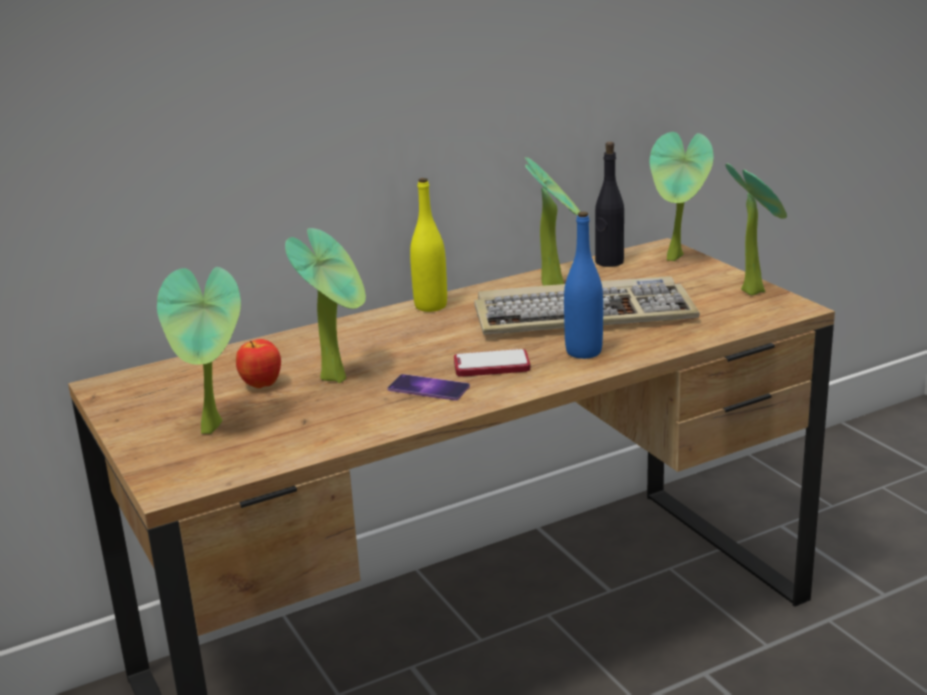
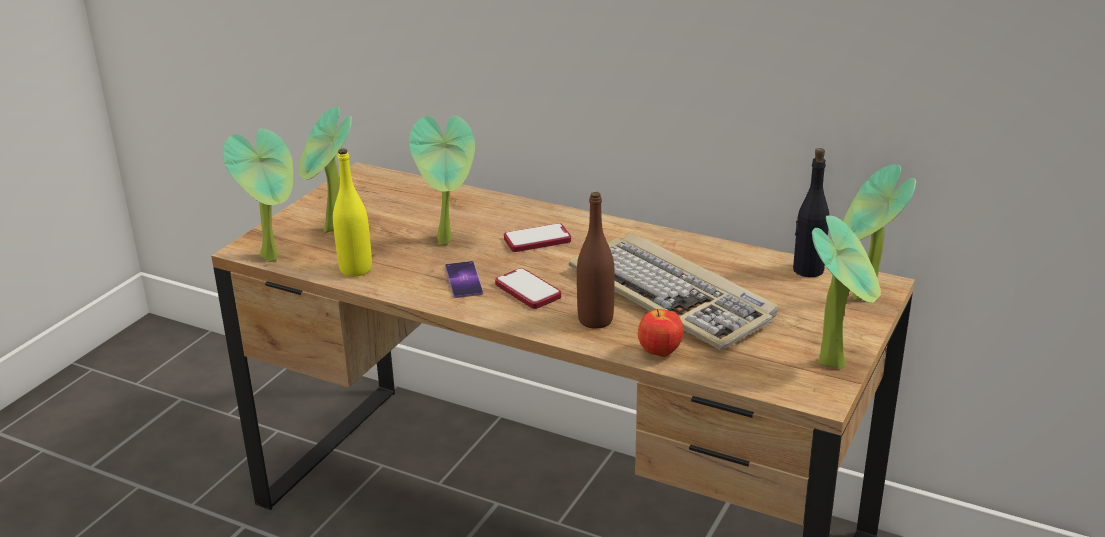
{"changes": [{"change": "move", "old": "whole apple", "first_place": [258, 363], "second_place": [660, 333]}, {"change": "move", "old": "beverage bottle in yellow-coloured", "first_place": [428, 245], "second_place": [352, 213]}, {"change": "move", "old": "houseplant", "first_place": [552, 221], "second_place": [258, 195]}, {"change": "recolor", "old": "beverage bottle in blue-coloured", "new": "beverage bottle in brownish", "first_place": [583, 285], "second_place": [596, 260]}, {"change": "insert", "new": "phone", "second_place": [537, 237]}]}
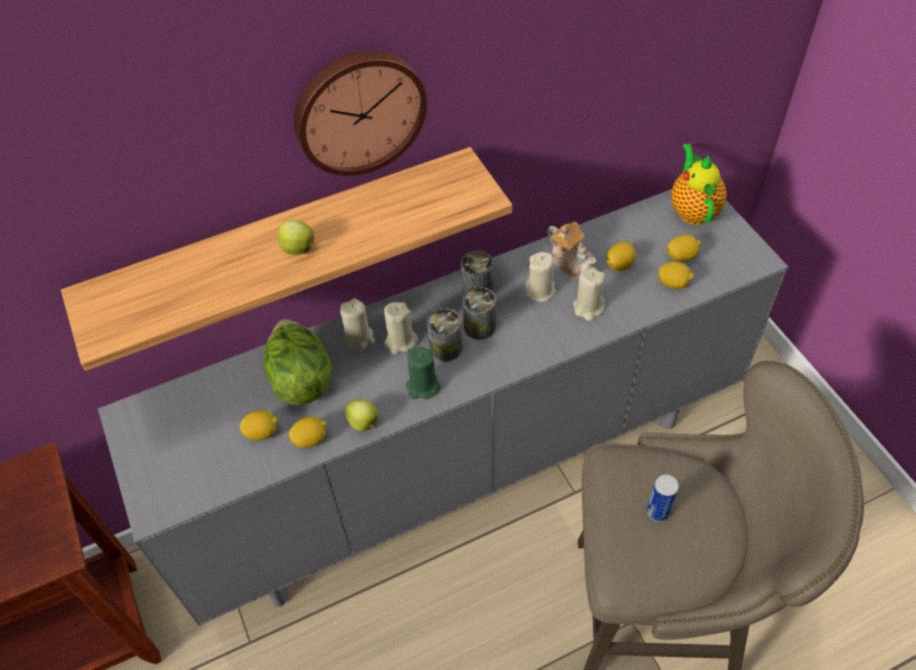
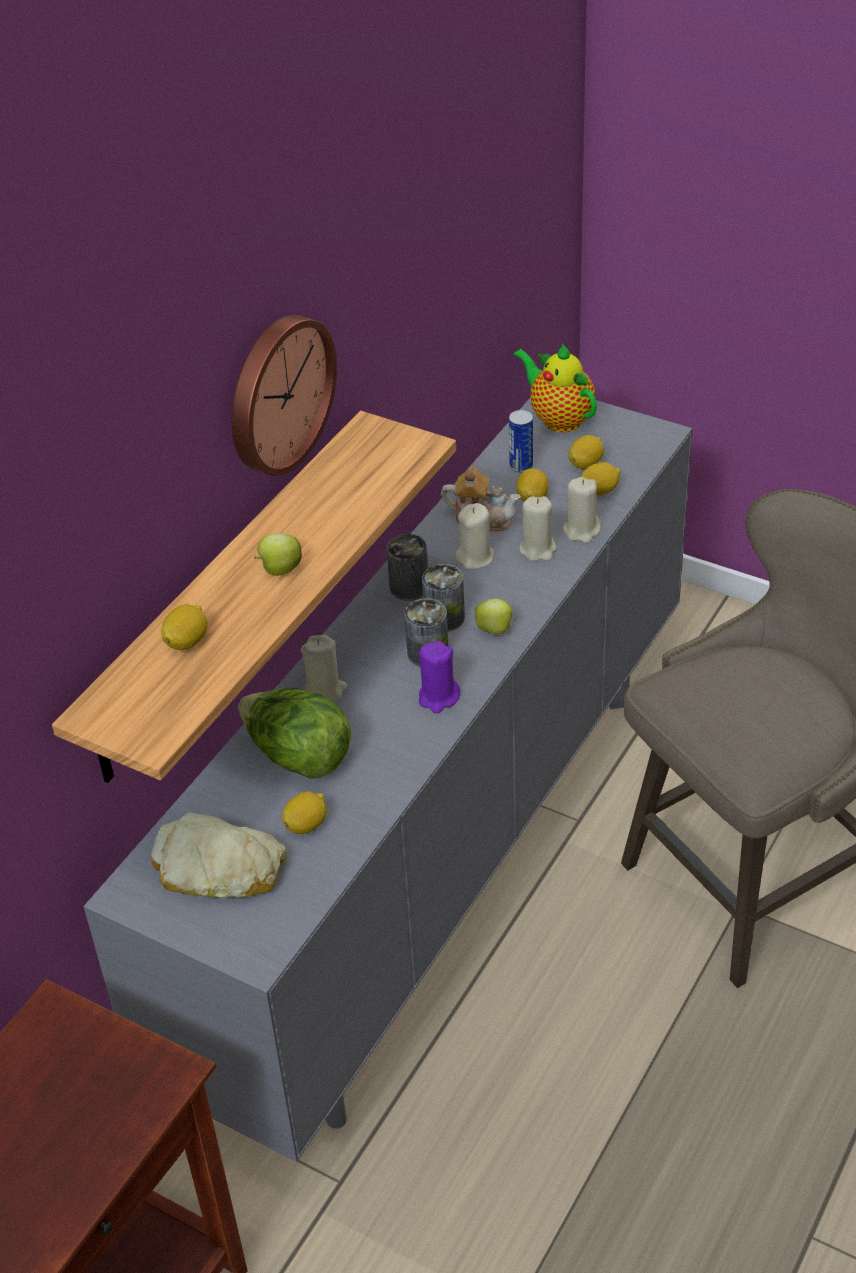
{"changes": [{"change": "move", "old": "lemon", "first_place": [307, 432], "second_place": [184, 627]}, {"change": "move", "old": "whole apple", "first_place": [361, 415], "second_place": [495, 616]}, {"change": "move", "old": "candle in beige", "first_place": [401, 328], "second_place": [582, 510]}, {"change": "recolor", "old": "candle in green-coloured", "new": "candle in purple", "first_place": [423, 373], "second_place": [439, 677]}, {"change": "move", "old": "sealed can", "first_place": [663, 498], "second_place": [521, 441]}, {"change": "insert", "new": "baked bread", "second_place": [219, 855]}]}
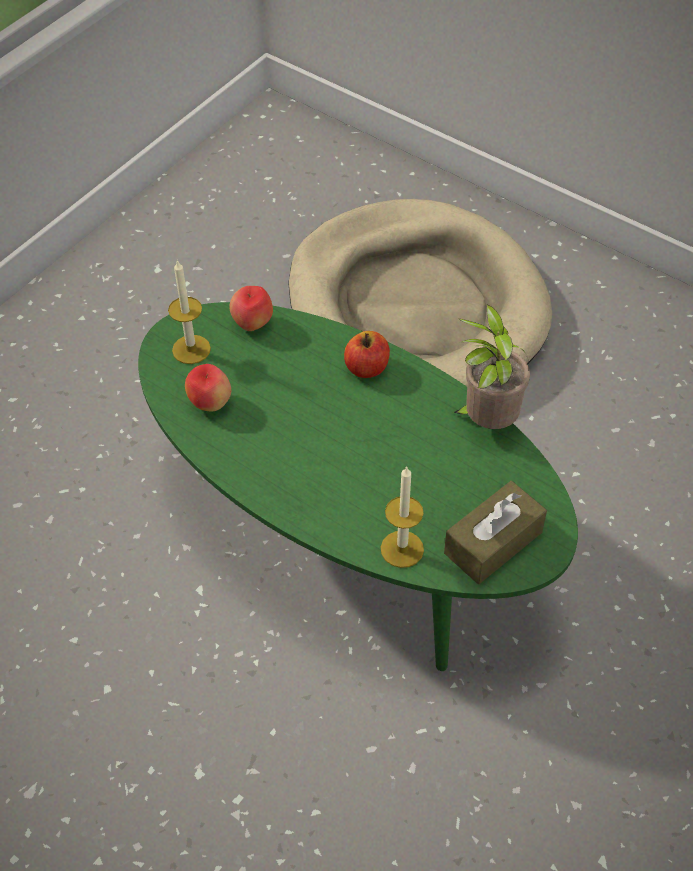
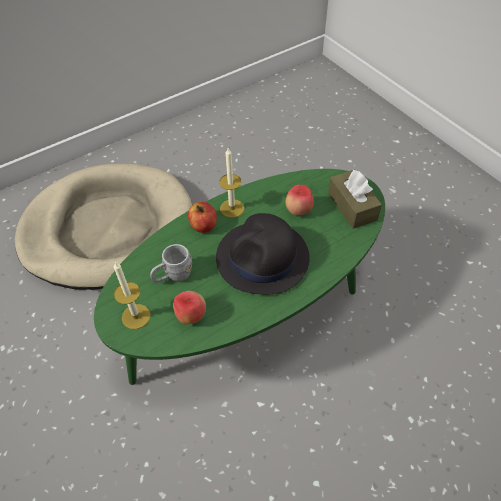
{"changes": [{"change": "move", "old": "whole apple", "first_place": [251, 308], "second_place": [299, 200]}, {"change": "move", "old": "candle", "first_place": [402, 517], "second_place": [231, 183]}, {"change": "delete", "old": "houseplant", "first_place": [491, 366]}, {"change": "insert", "new": "coffee mug in grey", "second_place": [171, 263]}, {"change": "insert", "new": "clothing hat in blackish", "second_place": [263, 253]}]}
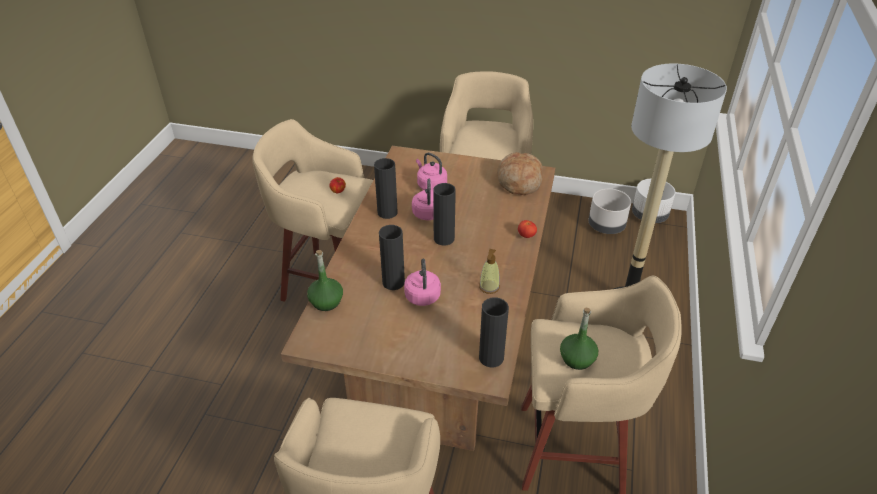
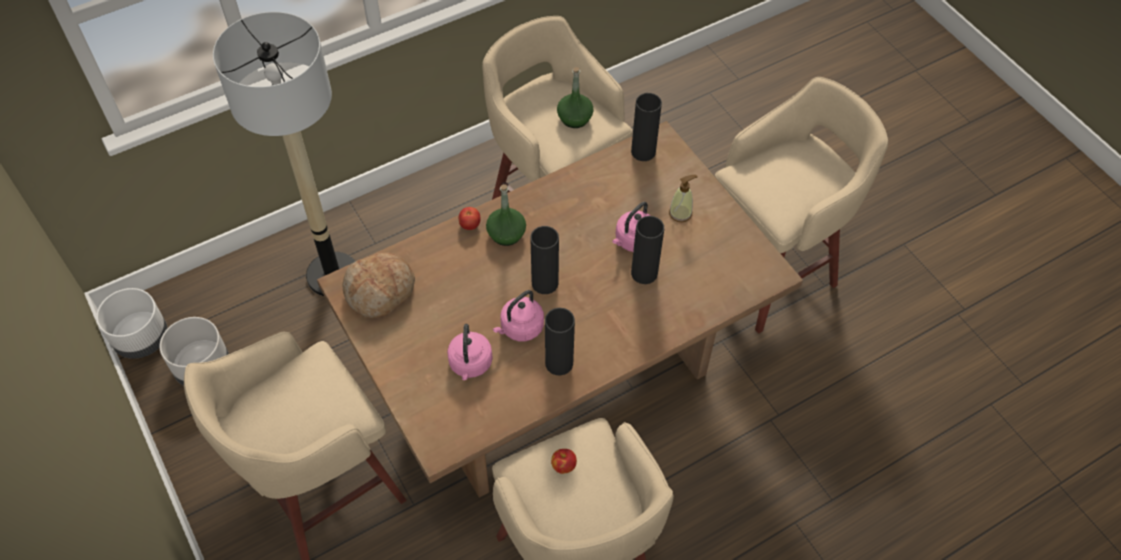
{"changes": [{"change": "move", "old": "beverage bottle in green-coloured", "first_place": [325, 280], "second_place": [506, 215]}, {"change": "move", "old": "soap bottle", "first_place": [489, 271], "second_place": [683, 198]}]}
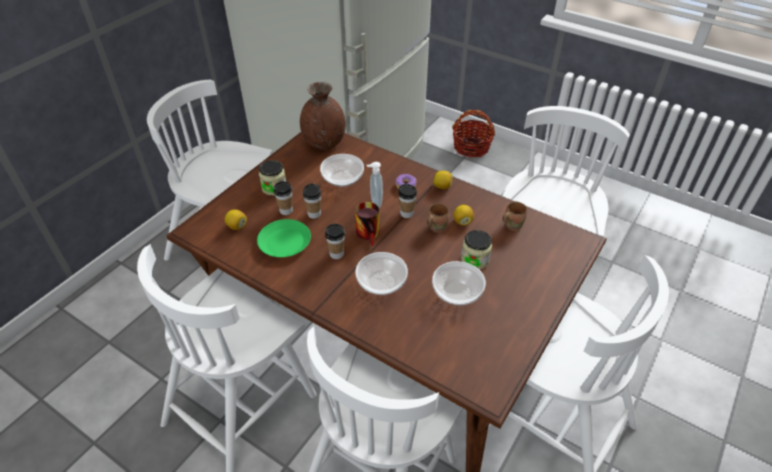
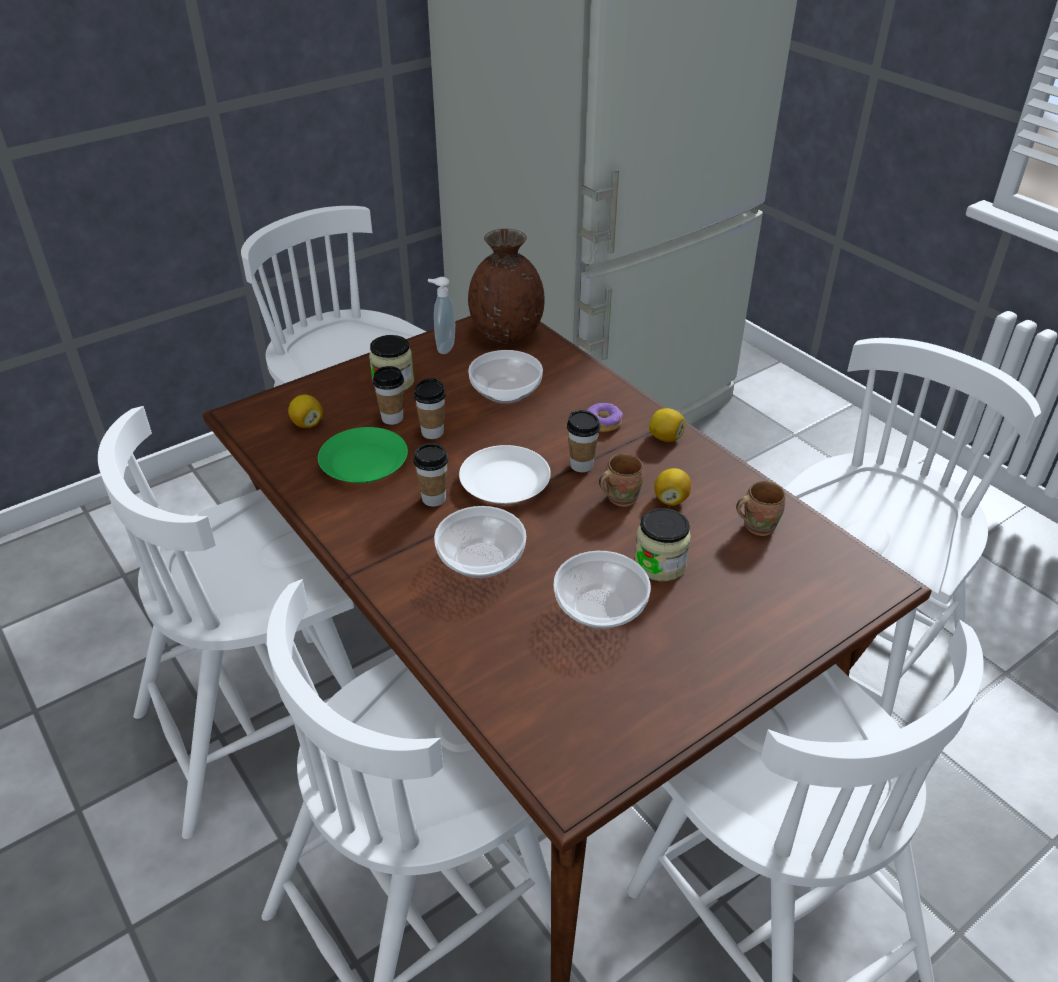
{"changes": [{"change": "replace", "old": "coffee mug", "new": "dinner plate in white-coloured", "first_place": [367, 224], "second_place": [505, 474]}, {"change": "move", "old": "soap bottle", "first_place": [375, 185], "second_place": [441, 315]}, {"change": "delete", "old": "storage basket", "first_place": [473, 134]}]}
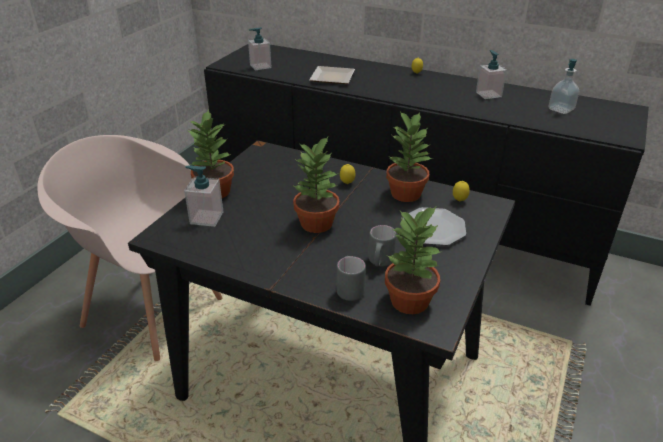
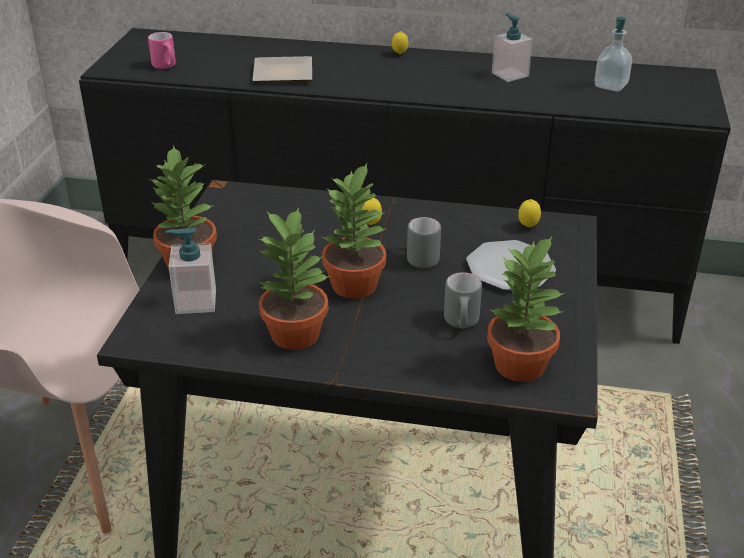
{"changes": [{"change": "replace", "old": "soap bottle", "new": "coffee mug in pinkish", "first_place": [260, 48], "second_place": [162, 50]}, {"change": "move", "old": "coffee mug in grey", "first_place": [351, 278], "second_place": [424, 242]}, {"change": "move", "old": "houseplant", "first_place": [409, 156], "second_place": [294, 278]}]}
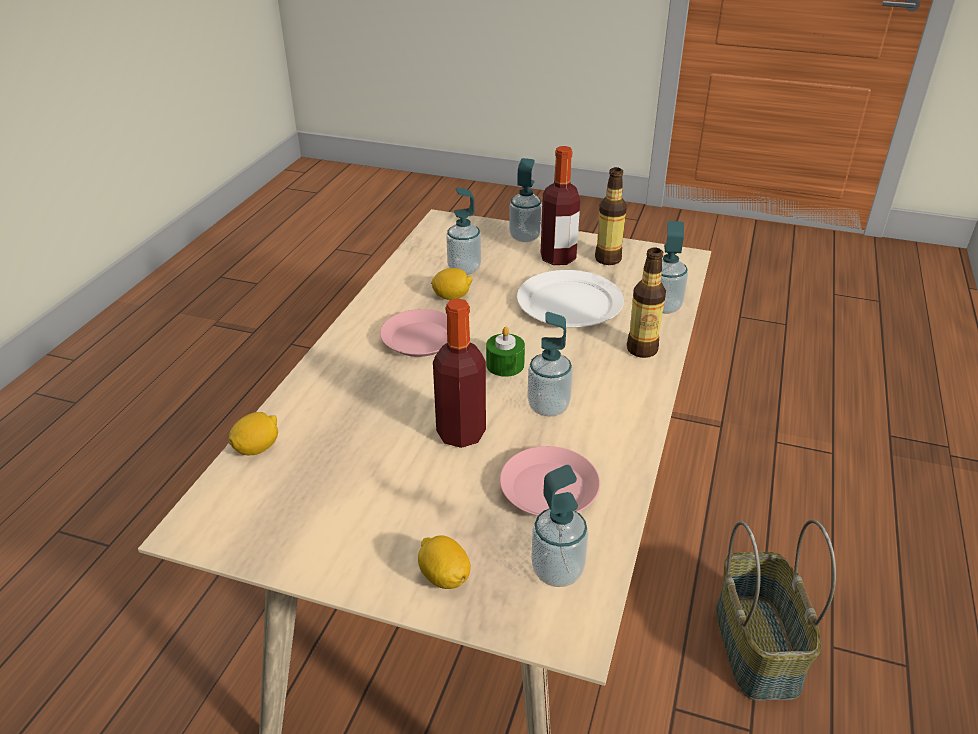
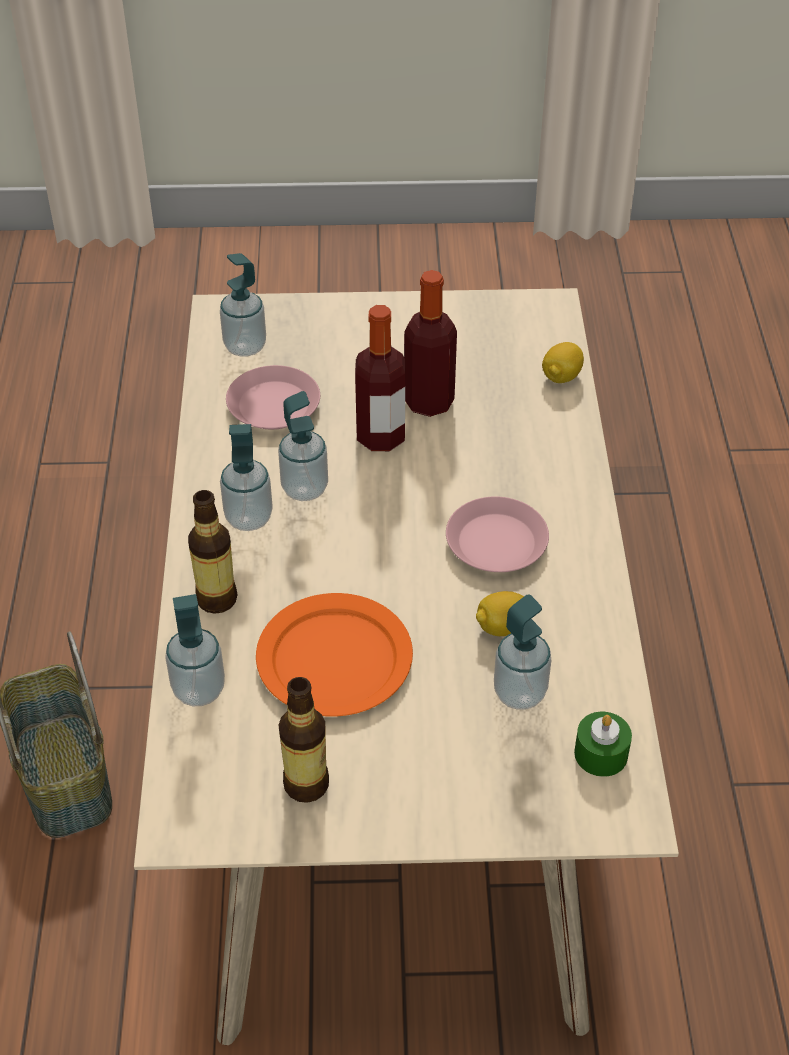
{"changes": [{"change": "delete", "old": "lemon", "first_place": [444, 562]}, {"change": "move", "old": "candle in green-coloured", "first_place": [505, 352], "second_place": [603, 744]}, {"change": "move", "old": "soap bottle", "first_place": [525, 200], "second_place": [246, 477]}, {"change": "recolor", "old": "dinner plate in white-coloured", "new": "dinner plate in orangey", "first_place": [570, 298], "second_place": [334, 655]}, {"change": "move", "old": "beverage bottle", "first_place": [560, 205], "second_place": [430, 343]}]}
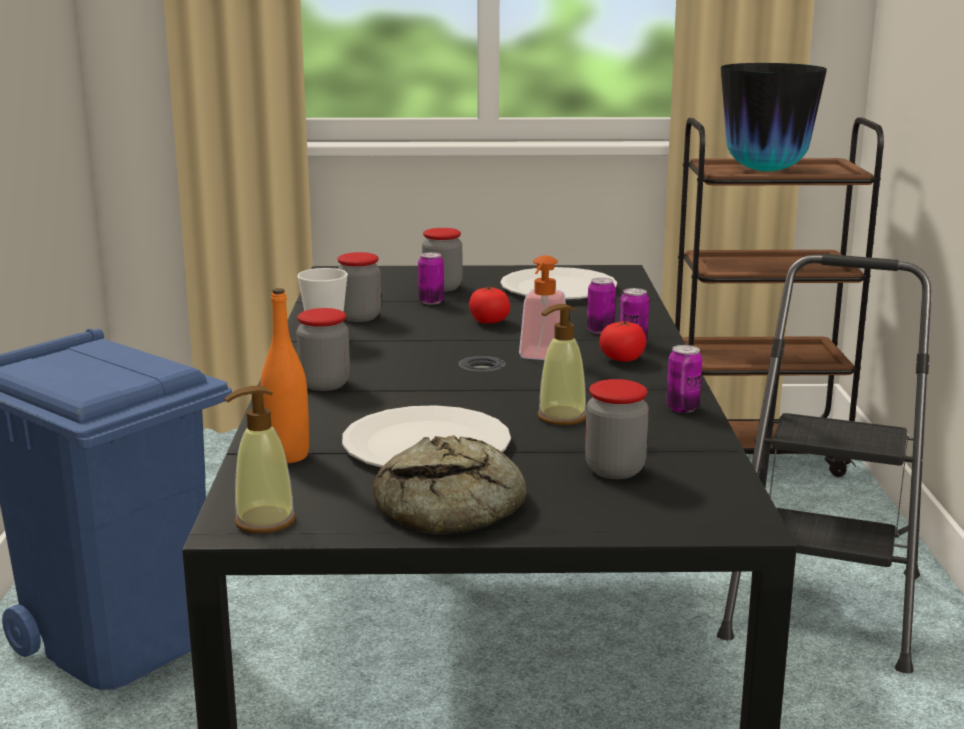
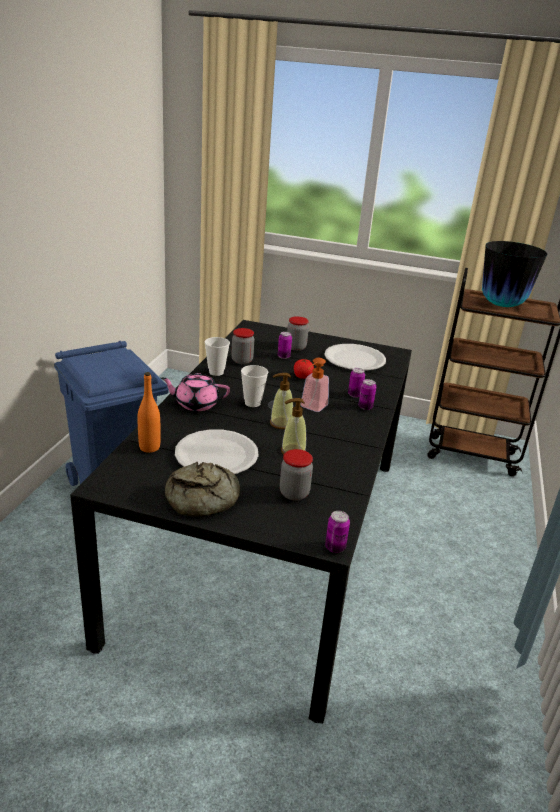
{"changes": [{"change": "move", "old": "soap bottle", "first_place": [260, 459], "second_place": [281, 401]}, {"change": "replace", "old": "preserve jar", "new": "pot for tea in pinkish", "first_place": [323, 349], "second_place": [195, 392]}, {"change": "delete", "old": "fresh tomato", "first_place": [622, 341]}, {"change": "move", "old": "sealed can", "first_place": [684, 379], "second_place": [337, 532]}, {"change": "delete", "old": "step ladder in blackish", "first_place": [824, 463]}, {"change": "insert", "new": "drinking cup", "second_place": [254, 386]}]}
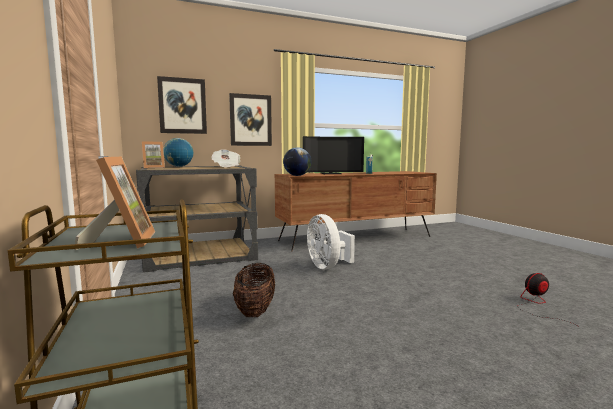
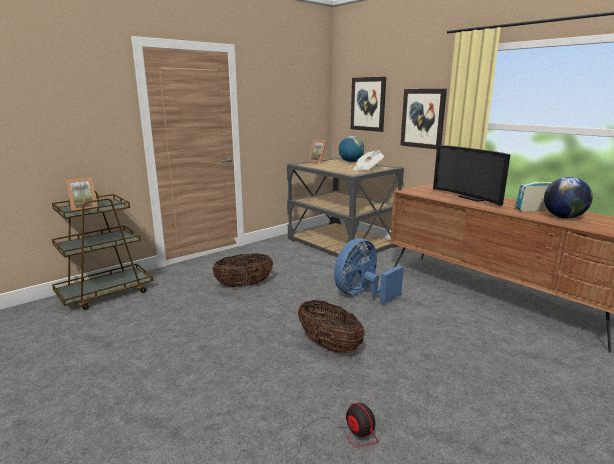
{"changes": [{"change": "move", "old": "globe", "first_place": [297, 161], "second_place": [568, 197]}, {"change": "recolor", "old": "cooling fan in white-coloured", "new": "cooling fan in blue-coloured", "first_place": [331, 242], "second_place": [368, 271]}, {"change": "insert", "new": "storage basket", "second_place": [331, 327]}]}
